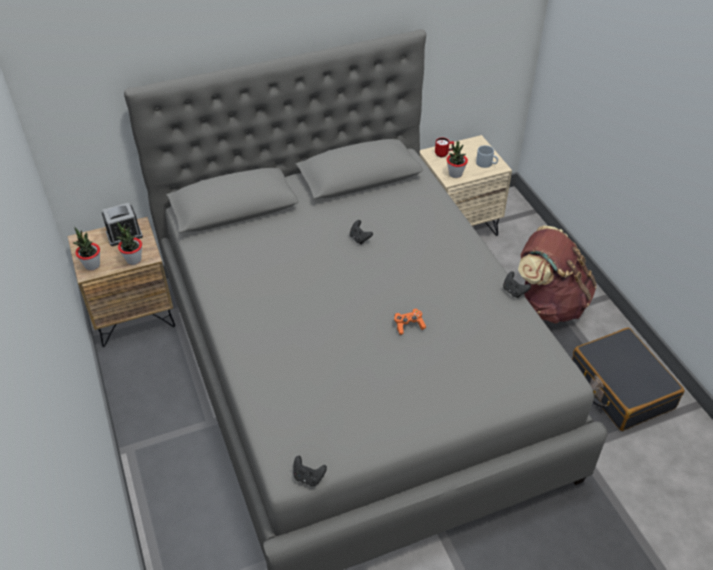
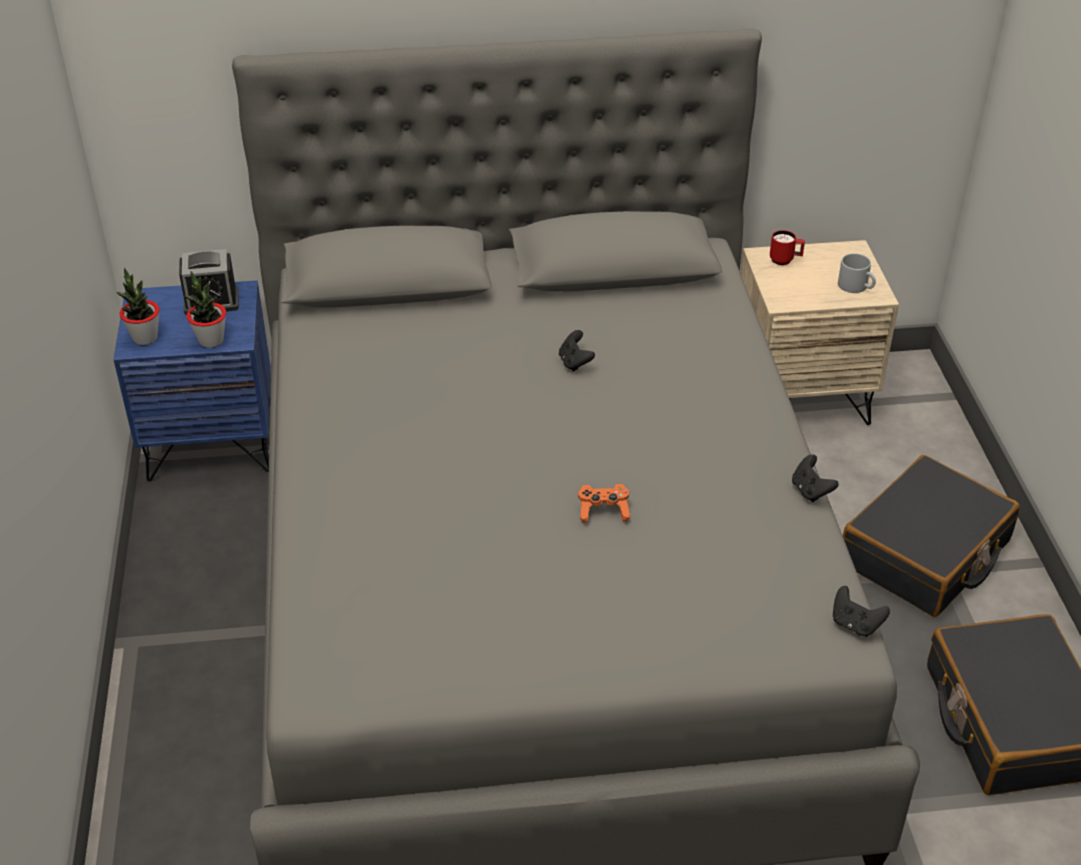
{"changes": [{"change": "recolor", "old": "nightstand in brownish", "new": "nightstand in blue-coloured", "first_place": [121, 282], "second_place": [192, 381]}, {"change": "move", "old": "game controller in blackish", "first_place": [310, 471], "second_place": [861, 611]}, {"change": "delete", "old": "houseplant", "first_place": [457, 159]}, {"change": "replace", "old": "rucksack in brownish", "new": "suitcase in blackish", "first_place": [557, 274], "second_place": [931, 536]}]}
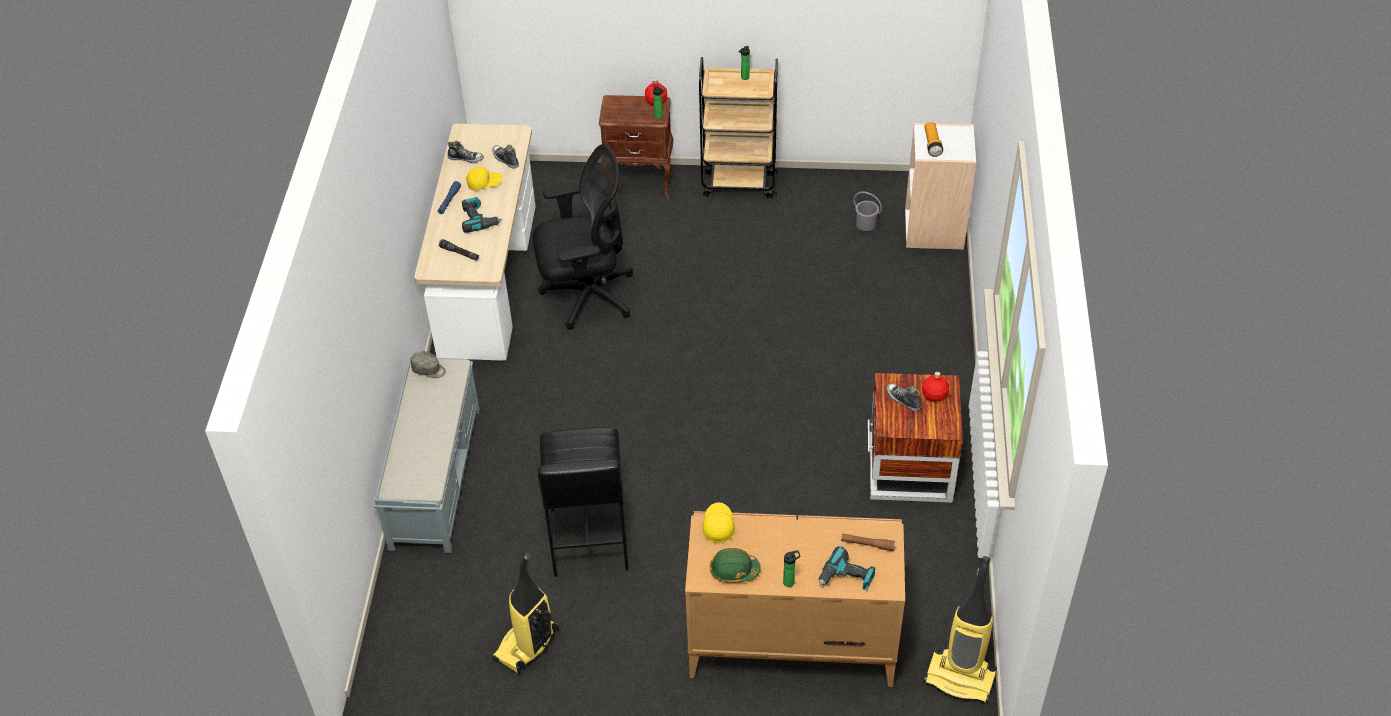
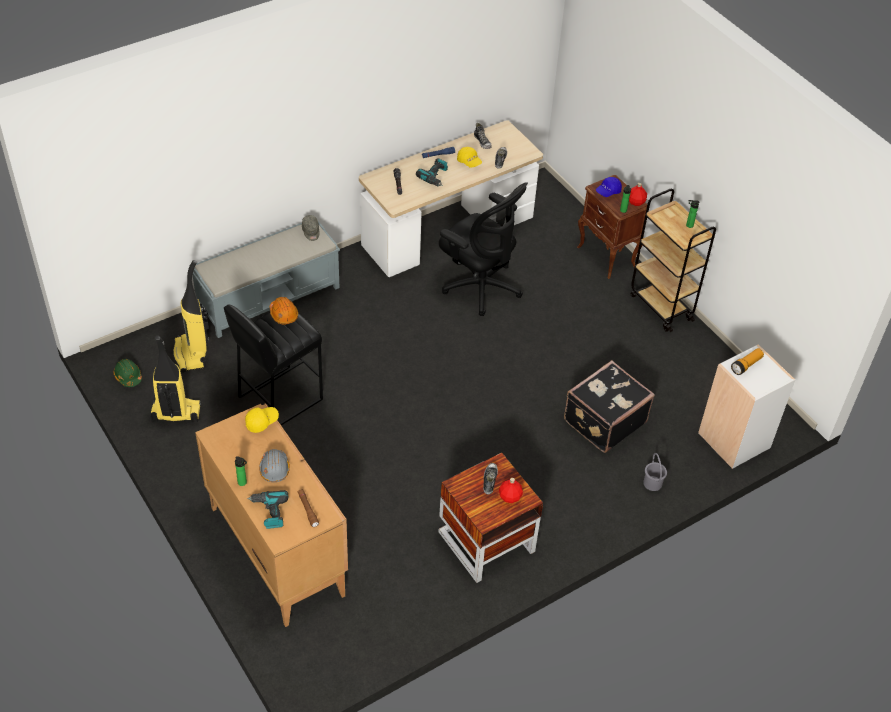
{"changes": [{"change": "move", "old": "safety helmet in green-coloured", "first_place": [735, 565], "second_place": [127, 373]}, {"change": "move", "old": "bucket in grey", "first_place": [867, 211], "second_place": [655, 472]}, {"change": "move", "old": "hoover", "first_place": [960, 630], "second_place": [191, 316]}, {"change": "insert", "new": "safety helmet in grey", "second_place": [274, 465]}, {"change": "insert", "new": "safety helmet in orangey", "second_place": [284, 310]}, {"change": "insert", "new": "suitcase in blackish", "second_place": [609, 406]}, {"change": "insert", "new": "cap in blue-coloured", "second_place": [609, 187]}]}
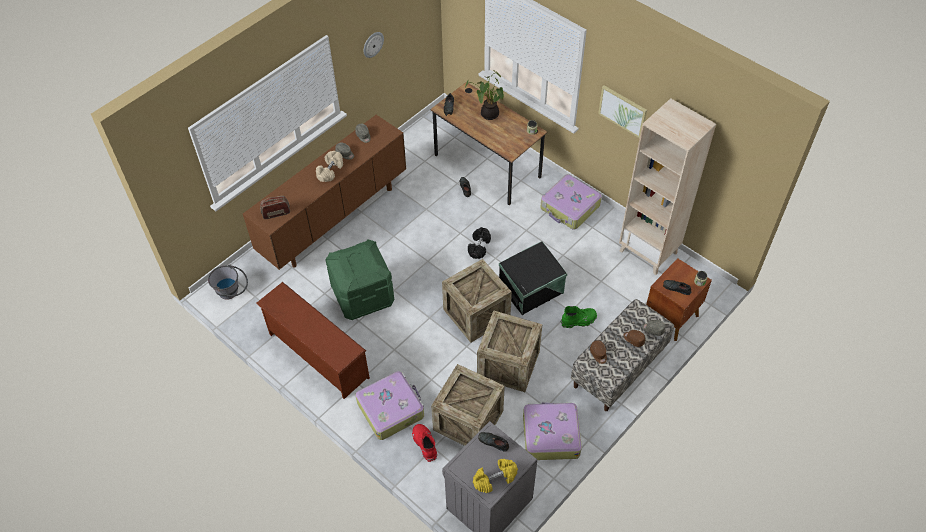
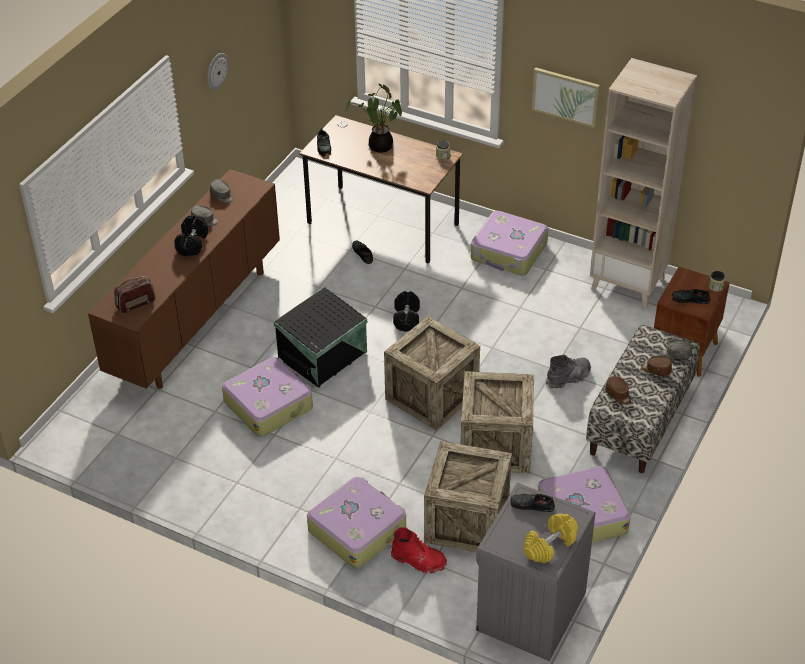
{"changes": [{"change": "delete", "old": "bucket in grey", "first_place": [228, 282]}, {"change": "delete", "old": "shoe shelf in brownish", "first_place": [313, 340]}, {"change": "recolor", "old": "free weight in beige", "new": "free weight in blackish", "first_place": [329, 166], "second_place": [191, 235]}, {"change": "replace", "old": "storage container in green-coloured", "new": "suitcase", "first_place": [360, 279], "second_place": [267, 397]}, {"change": "rotate", "old": "tall boot in red-coloured", "first_place": [424, 443], "second_place": [419, 550], "degrees": 150}, {"change": "move", "old": "storage container in blackish", "first_place": [533, 278], "second_place": [320, 337]}, {"change": "recolor", "old": "tall boot in green-coloured", "new": "tall boot in grey", "first_place": [579, 317], "second_place": [568, 372]}]}
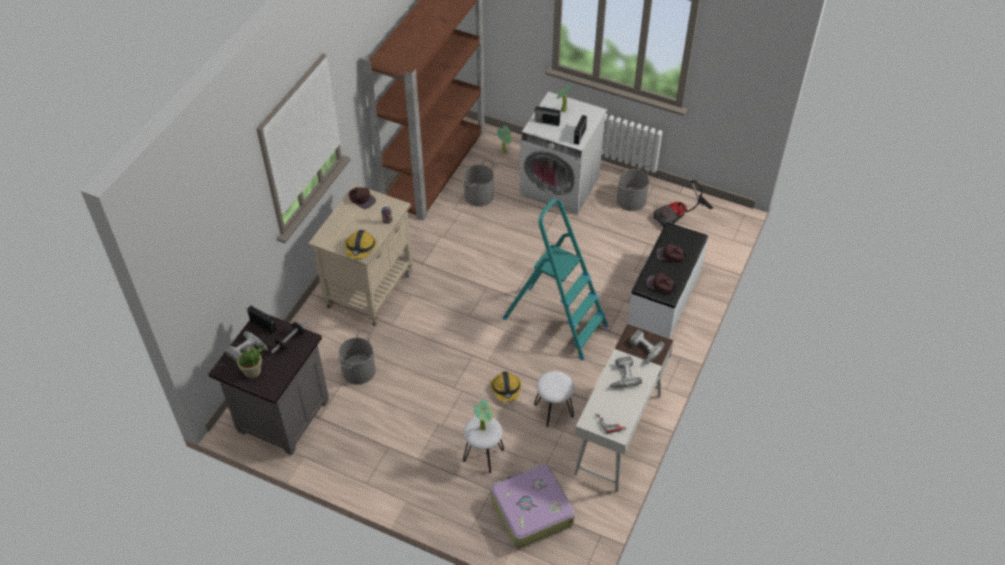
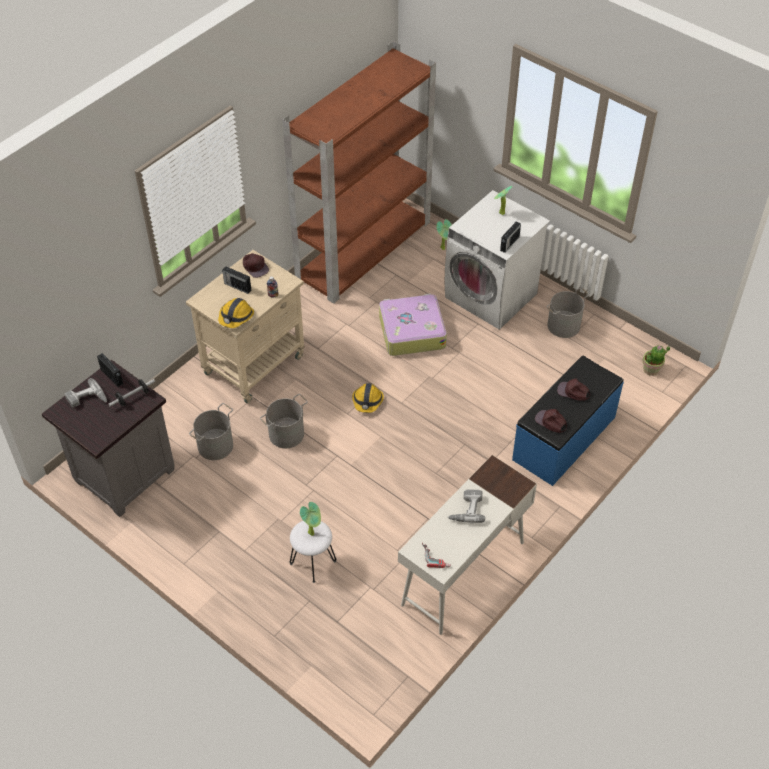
{"changes": [{"change": "move", "old": "houseplant", "first_place": [250, 360], "second_place": [656, 360]}, {"change": "move", "old": "bucket in grey", "first_place": [478, 183], "second_place": [284, 421]}, {"change": "move", "old": "safety helmet", "first_place": [505, 387], "second_place": [368, 398]}, {"change": "move", "old": "suitcase", "first_place": [533, 506], "second_place": [413, 325]}, {"change": "delete", "old": "step ladder in turquoise-coloured", "first_place": [555, 279]}, {"change": "move", "old": "radio receiver", "first_place": [547, 116], "second_place": [236, 280]}, {"change": "delete", "old": "stool seat in white-coloured", "first_place": [554, 399]}, {"change": "recolor", "old": "bench in white-coloured", "new": "bench in blue-coloured", "first_place": [667, 280], "second_place": [568, 420]}, {"change": "delete", "old": "electric drill", "first_place": [647, 347]}, {"change": "delete", "old": "hoover", "first_place": [683, 204]}]}
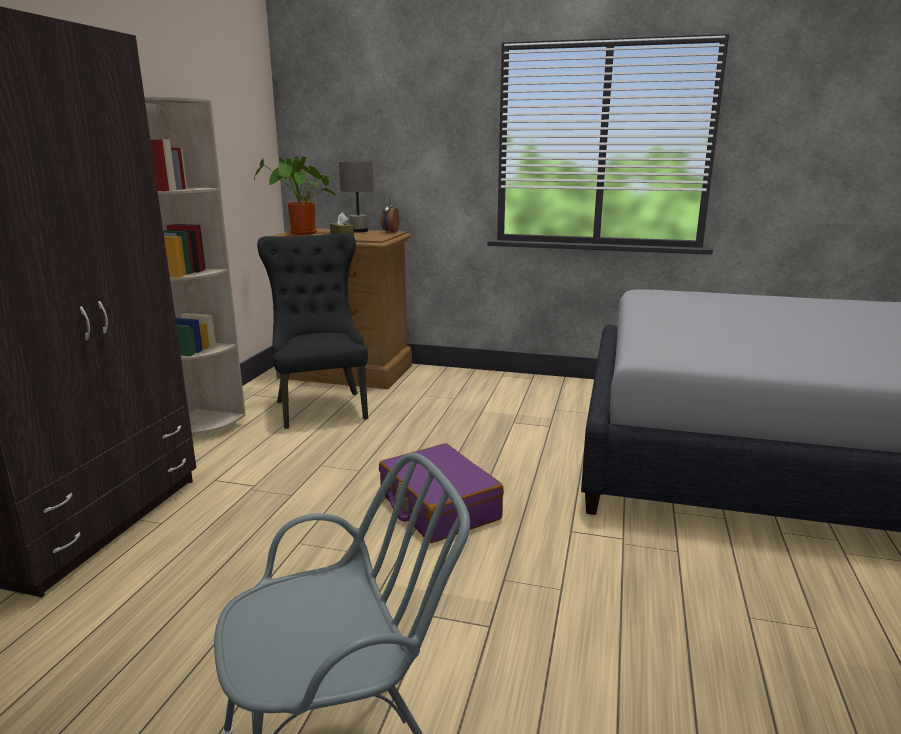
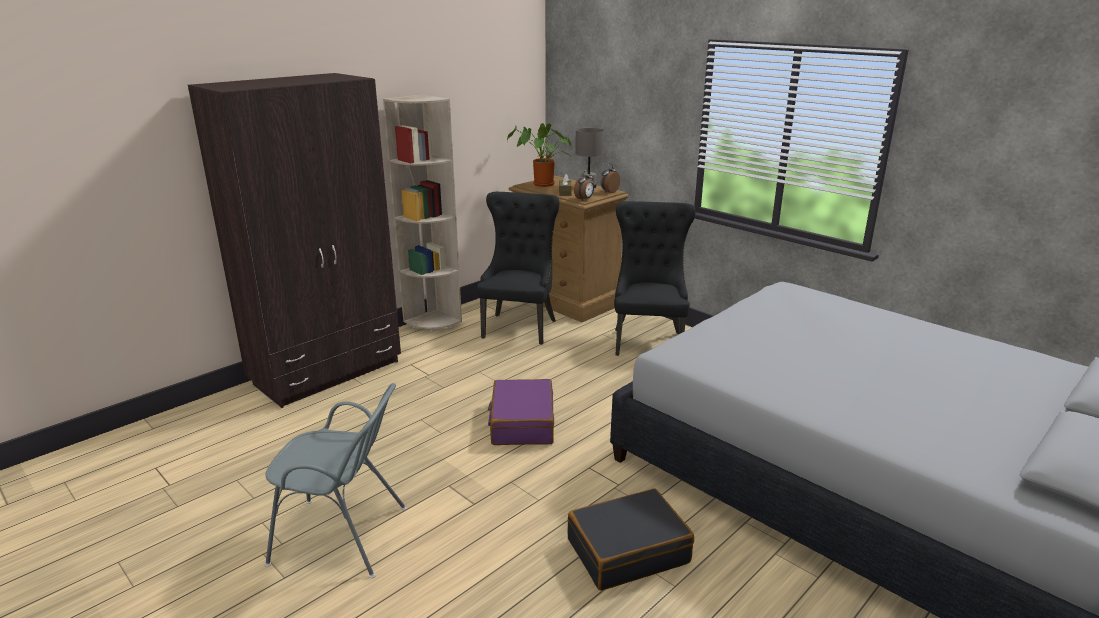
{"changes": [{"change": "insert", "new": "suitcase in blackish", "second_place": [630, 539]}, {"change": "insert", "new": "table clock", "second_place": [584, 185]}, {"change": "insert", "new": "chair in blackish", "second_place": [655, 278]}]}
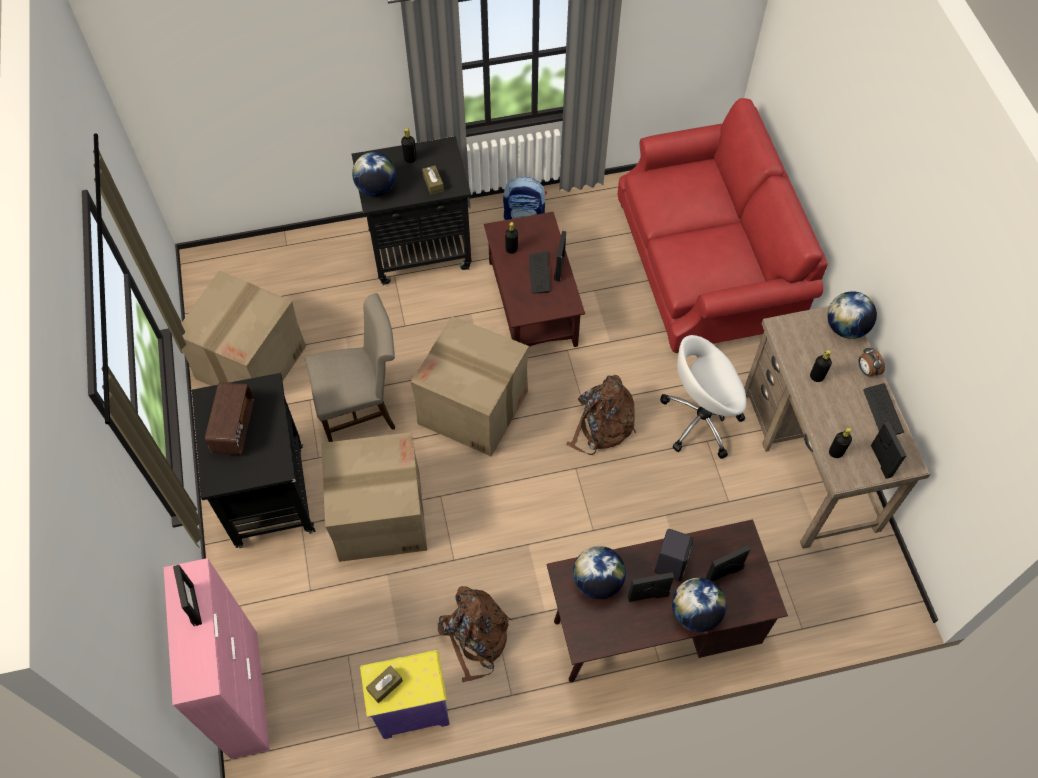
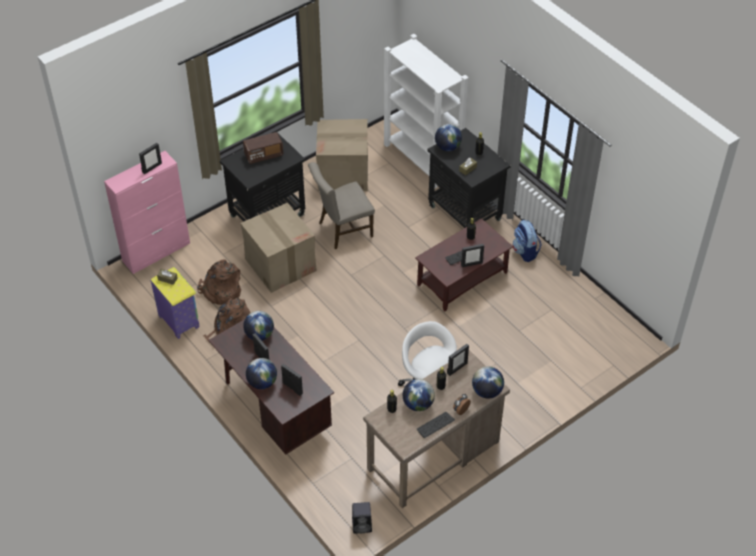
{"changes": [{"change": "rotate", "old": "chair in beige", "first_place": [350, 367], "second_place": [341, 205], "degrees": 105}, {"change": "delete", "old": "cardboard box", "first_place": [470, 386]}, {"change": "move", "old": "rucksack in brownish", "first_place": [601, 415], "second_place": [219, 282]}, {"change": "delete", "old": "settee in red-coloured", "first_place": [723, 225]}, {"change": "move", "old": "audio speaker in blackish", "first_place": [673, 555], "second_place": [362, 518]}, {"change": "move", "old": "picture frame", "first_place": [889, 450], "second_place": [458, 360]}, {"change": "insert", "new": "bookcase in white-coloured", "second_place": [426, 111]}, {"change": "insert", "new": "globe", "second_place": [419, 395]}]}
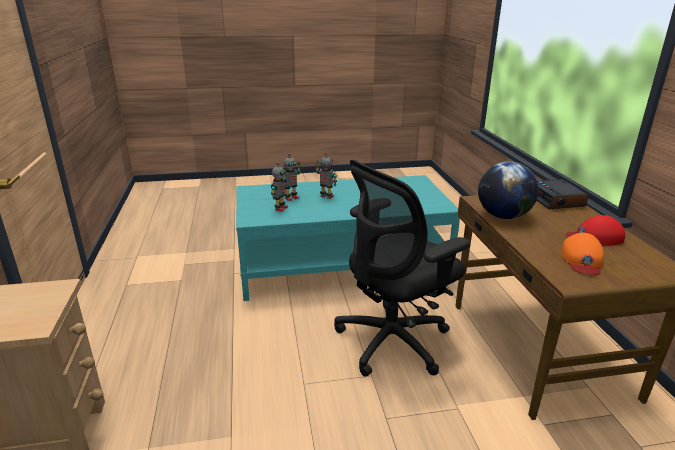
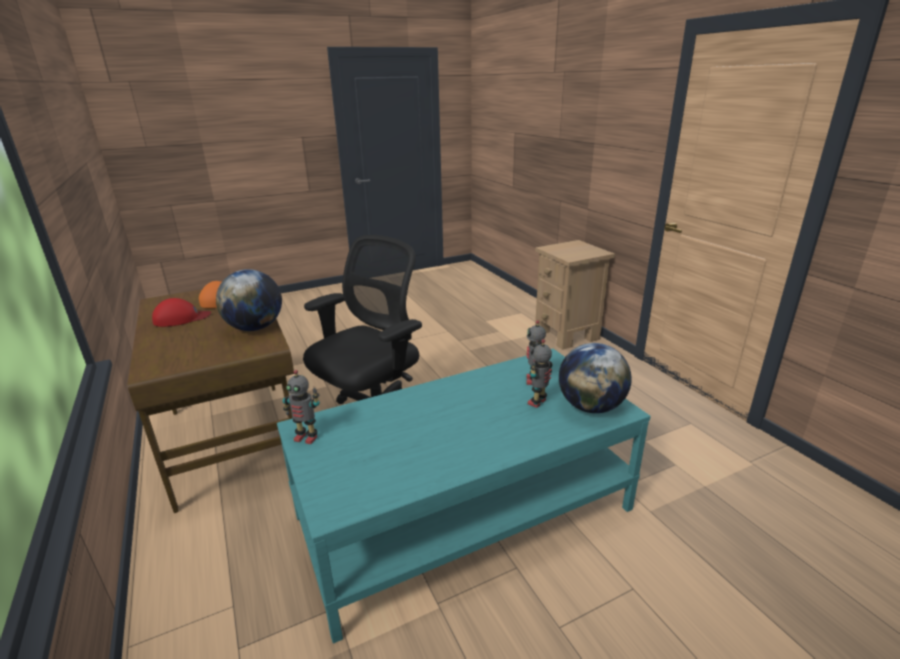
{"changes": [{"change": "move", "old": "toy robot", "first_place": [326, 176], "second_place": [301, 407]}, {"change": "delete", "old": "table clock", "first_place": [563, 194]}, {"change": "insert", "new": "globe", "second_place": [595, 378]}]}
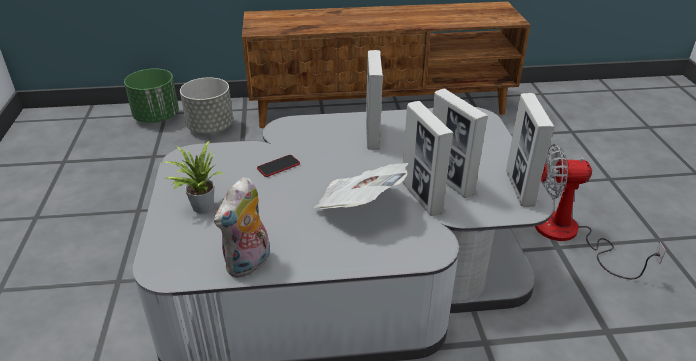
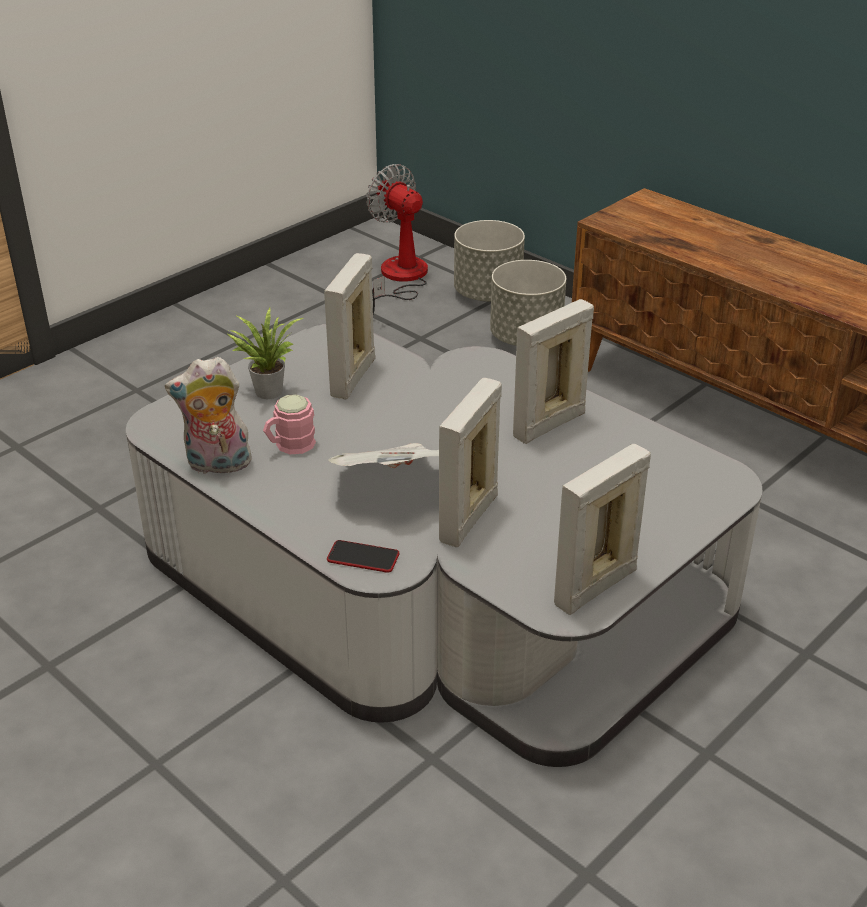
{"changes": [{"change": "recolor", "old": "planter in green-coloured", "new": "planter in grey", "first_place": [151, 96], "second_place": [489, 261]}, {"change": "move", "old": "phone", "first_place": [278, 166], "second_place": [363, 556]}, {"change": "move", "old": "picture frame", "first_place": [460, 143], "second_place": [349, 326]}, {"change": "move", "old": "cooling fan", "first_place": [600, 211], "second_place": [397, 239]}, {"change": "insert", "new": "coffee mug in pinkish", "second_place": [289, 424]}]}
